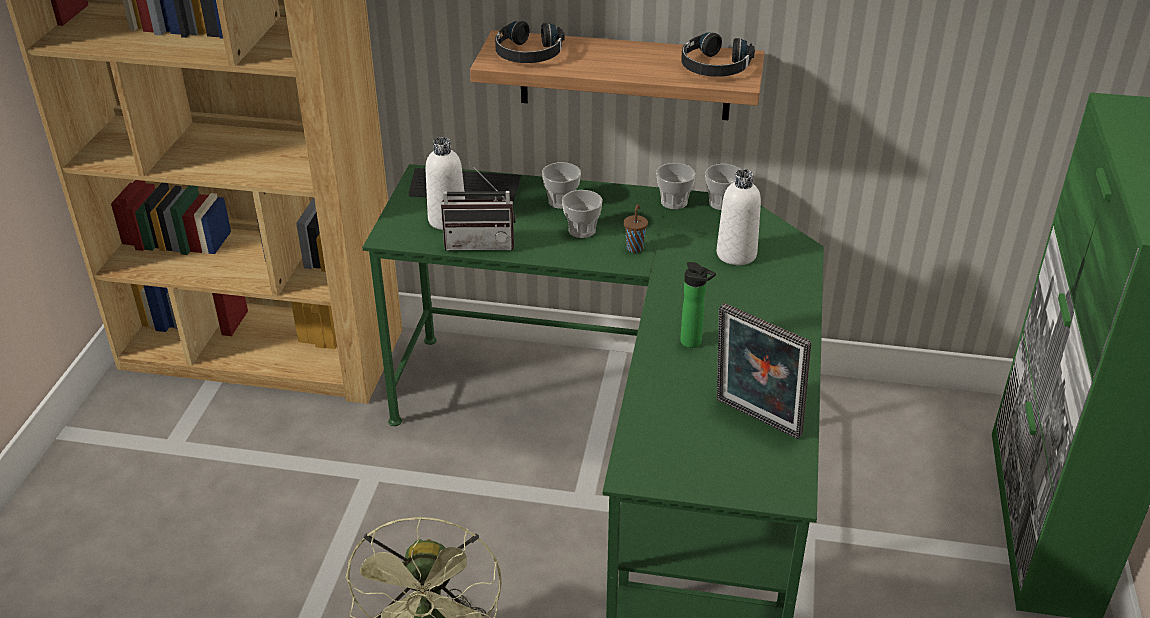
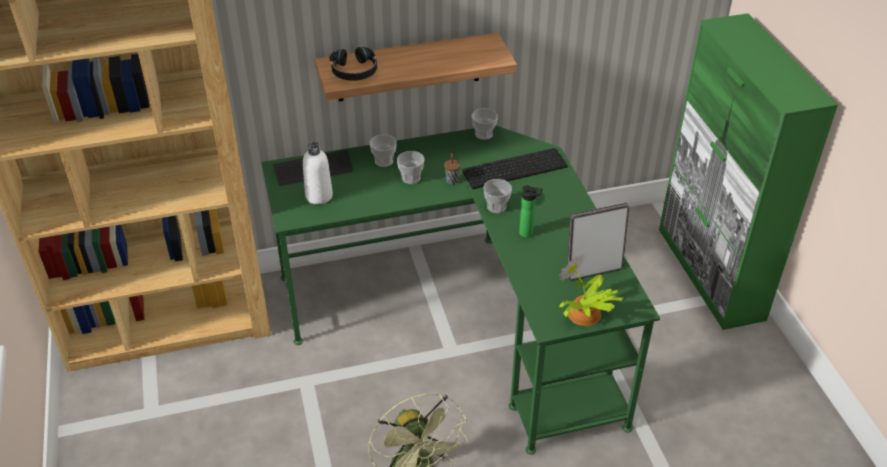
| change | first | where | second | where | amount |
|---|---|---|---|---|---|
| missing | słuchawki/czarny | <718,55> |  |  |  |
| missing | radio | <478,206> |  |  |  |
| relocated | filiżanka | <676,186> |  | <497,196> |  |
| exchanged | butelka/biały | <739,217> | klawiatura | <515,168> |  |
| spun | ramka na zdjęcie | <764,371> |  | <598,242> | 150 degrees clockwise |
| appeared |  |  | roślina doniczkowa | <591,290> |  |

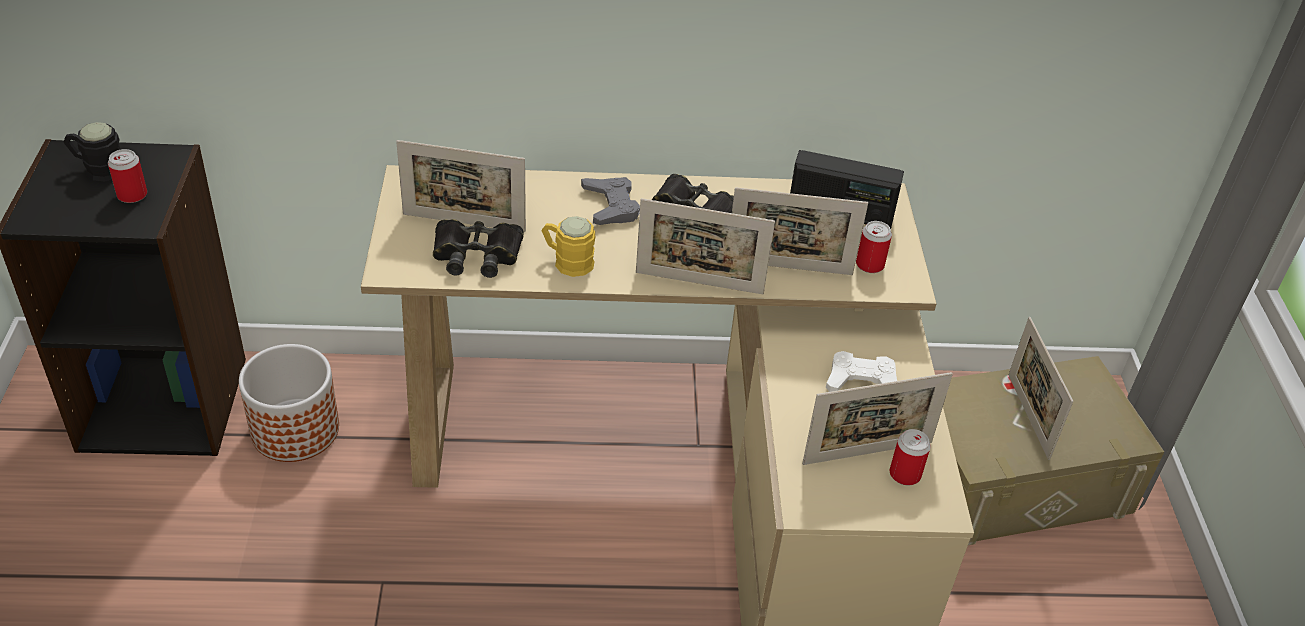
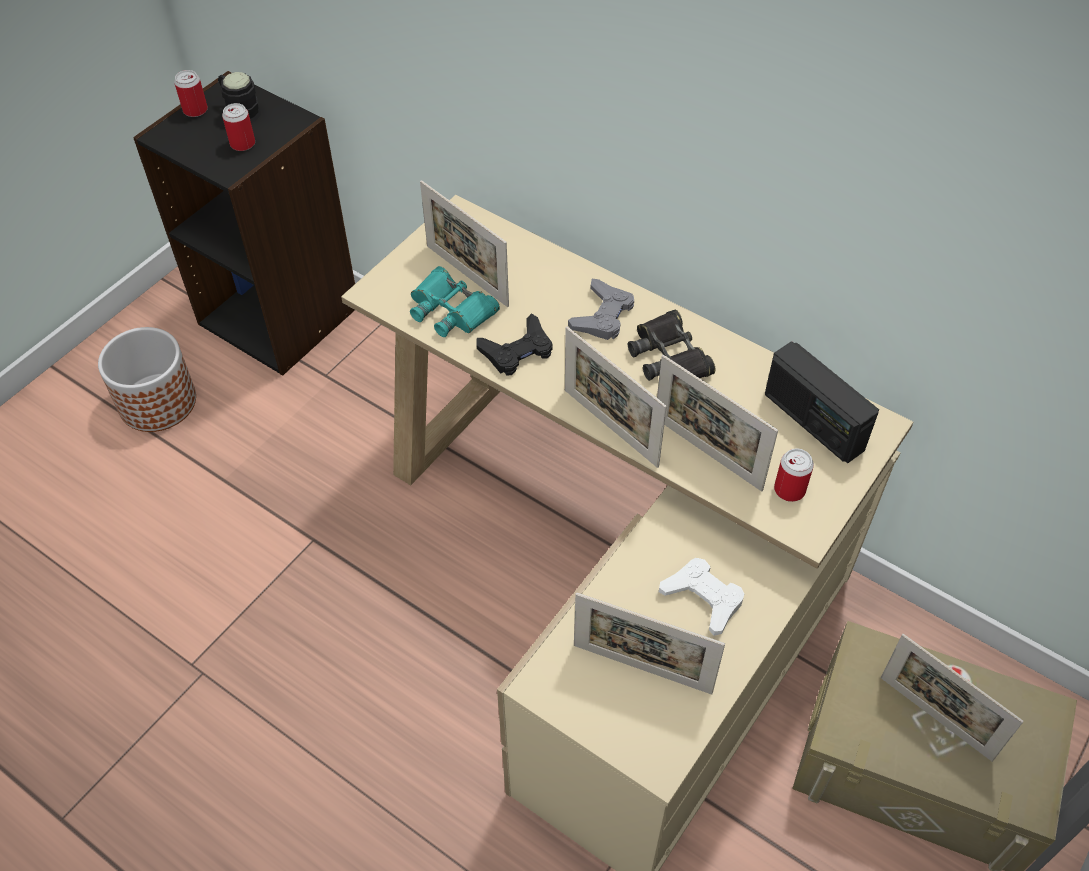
| change | first | where | second | where | amount |
|---|---|---|---|---|---|
| exchanged | kubek/żółty | <568,246> | pad do gier/czarny | <514,344> |  |
| colour | lornetka/czarny | <478,248> | lornetka/turkusowy | <455,301> |  |
| spun | ramka na zdjęcie | <1041,388> |  | <952,698> | 75 degrees counterclockwise |
| relocated | donica | <289,403> |  | <147,379> |  |
| relocated | puszka | <910,457> |  | <191,93> |  |

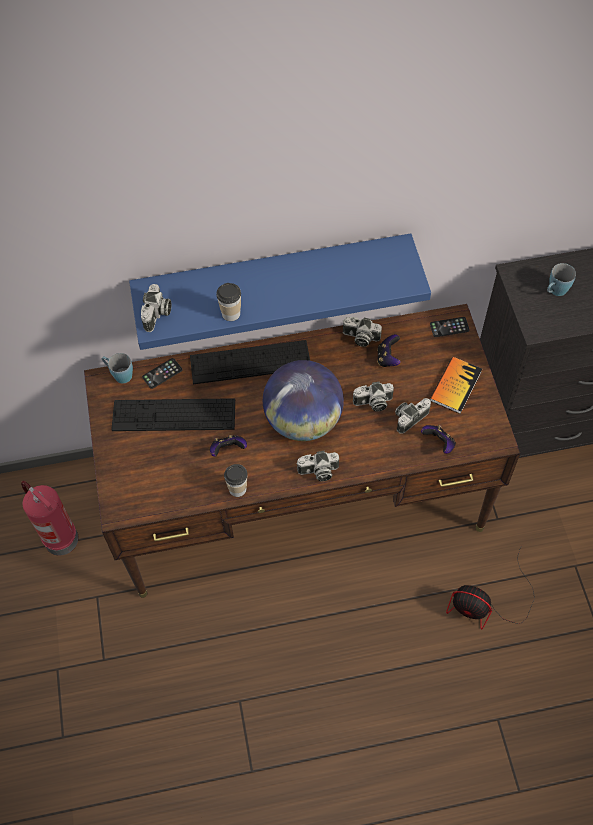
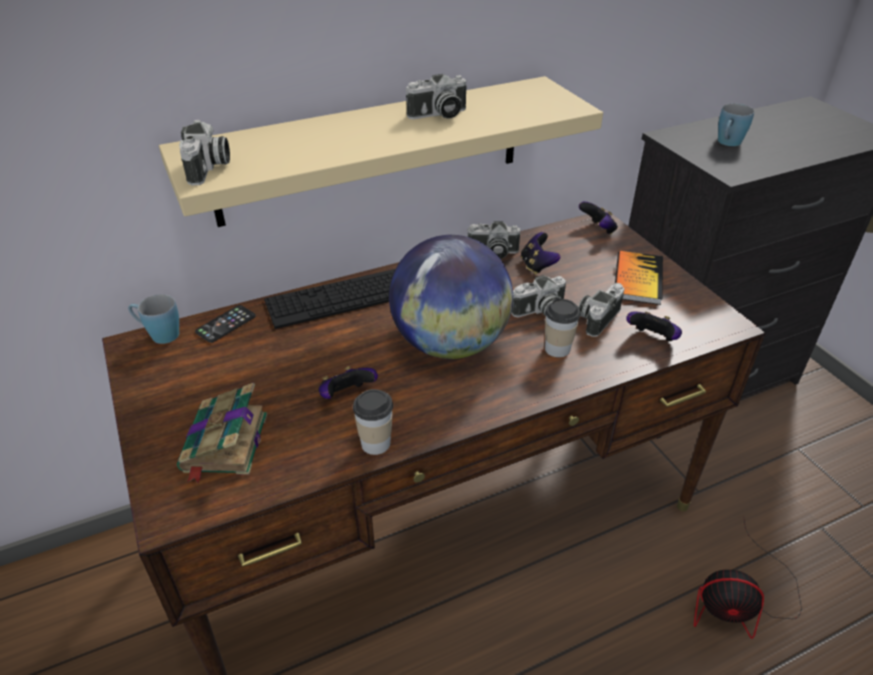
| change | first | where | second | where | amount |
|---|---|---|---|---|---|
| colour | półka/niebieski | <280,291> | półka/beżowy | <381,151> |  |
| relocated | filiżanka | <228,302> |  | <562,327> |  |
| exchanged | telefon | <450,327> | pad do gier | <598,218> |  |
| missing | klawiatura | <173,414> |  |  |  |
| relocated | aparat fotograficzny | <317,466> |  | <436,96> |  |
| missing | gaśnica | <50,518> |  |  |  |
| appeared |  |  | książka | <222,433> |  |

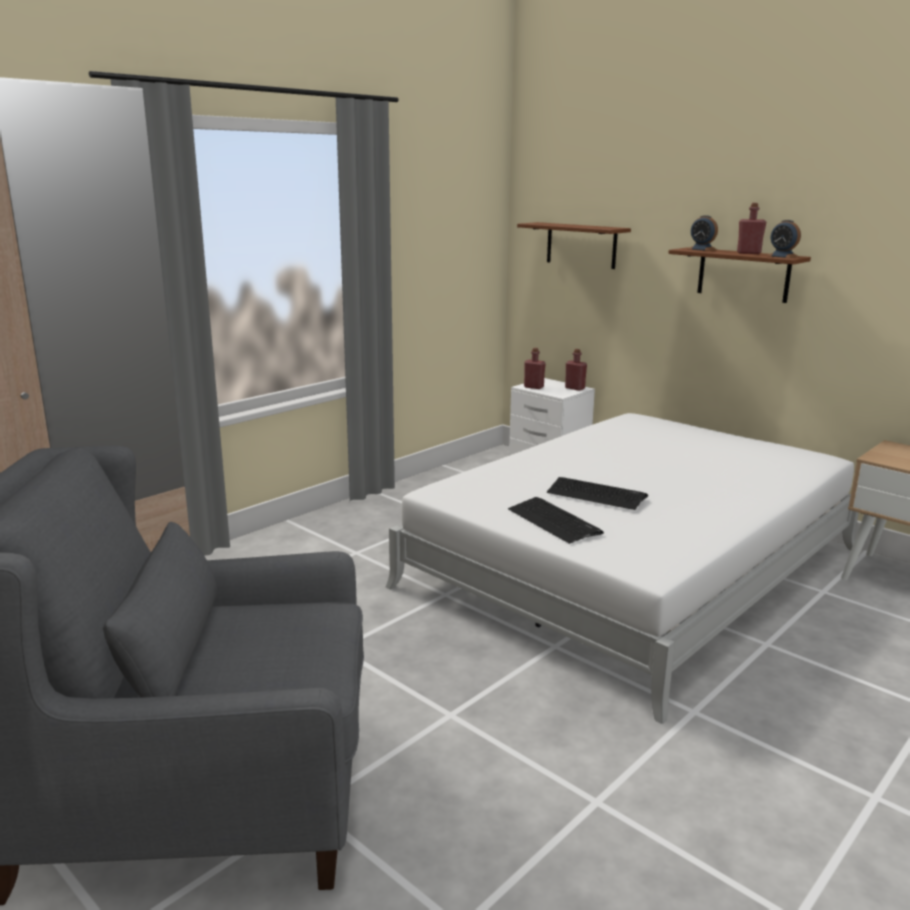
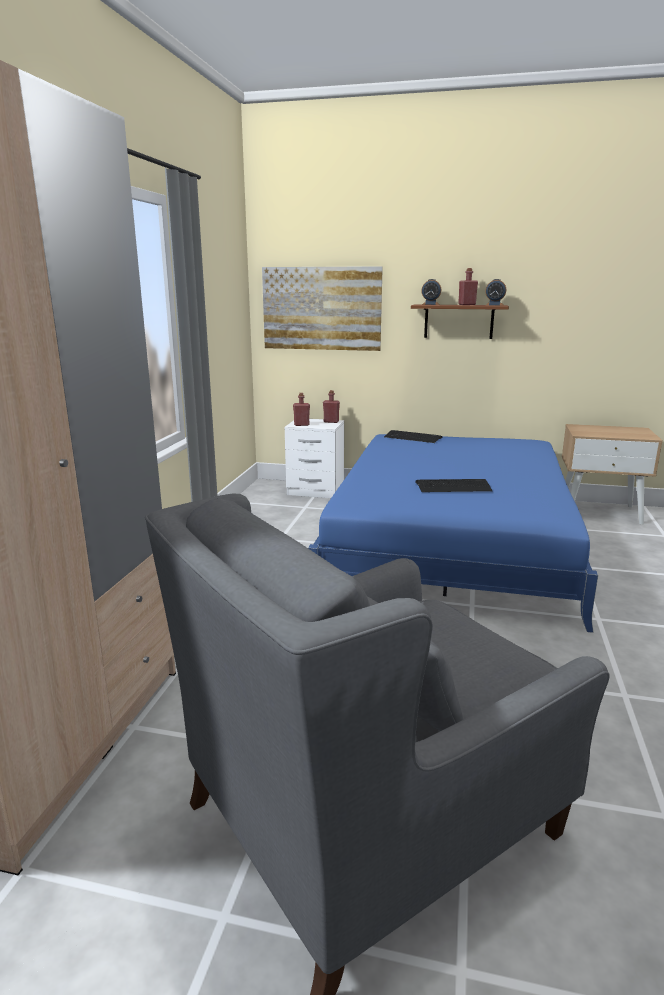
| change | first | where | second | where | amount |
|---|---|---|---|---|---|
| exchanged | półka/brązowy | <574,245> | obraz | <322,308> |  |
| colour | łóżko/biały | <622,568> | łóżko/niebieski | <453,533> |  |
| relocated | klawiatura | <556,520> |  | <413,436> |  |

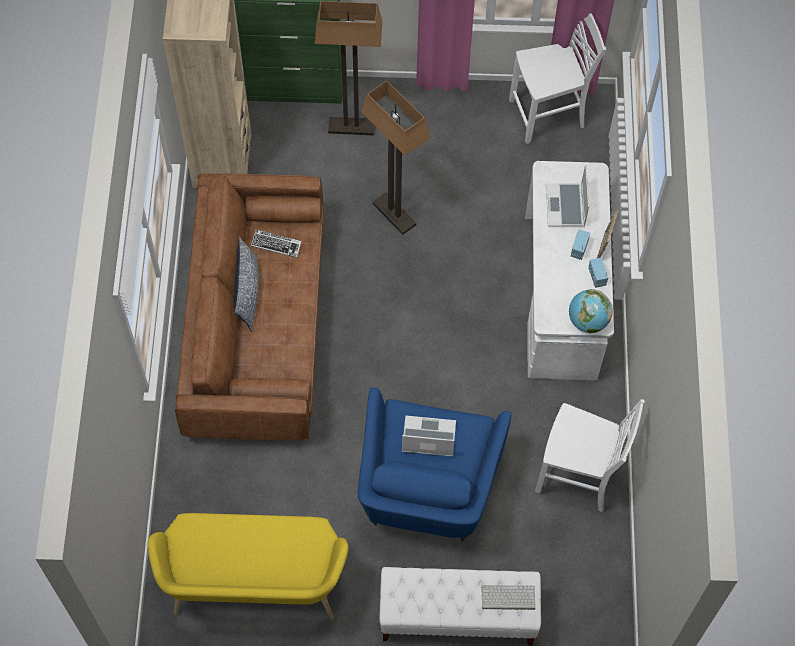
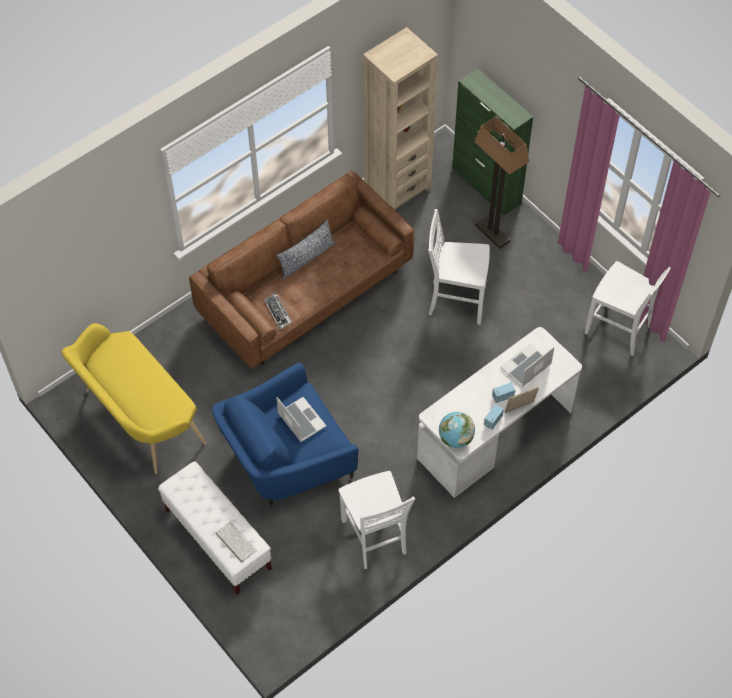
| change | first | where | second | where | amount |
|---|---|---|---|---|---|
| exchanged | lampa stojąca | <395,157> | krzesło/biały | <459,267> |  |
| relocated | klawiatura | <276,243> |  | <278,311> |  |

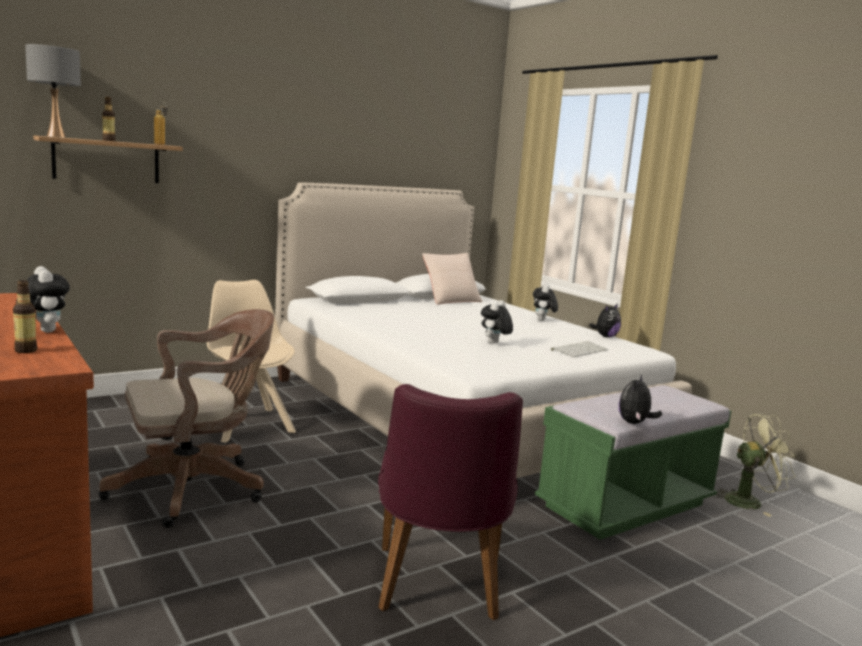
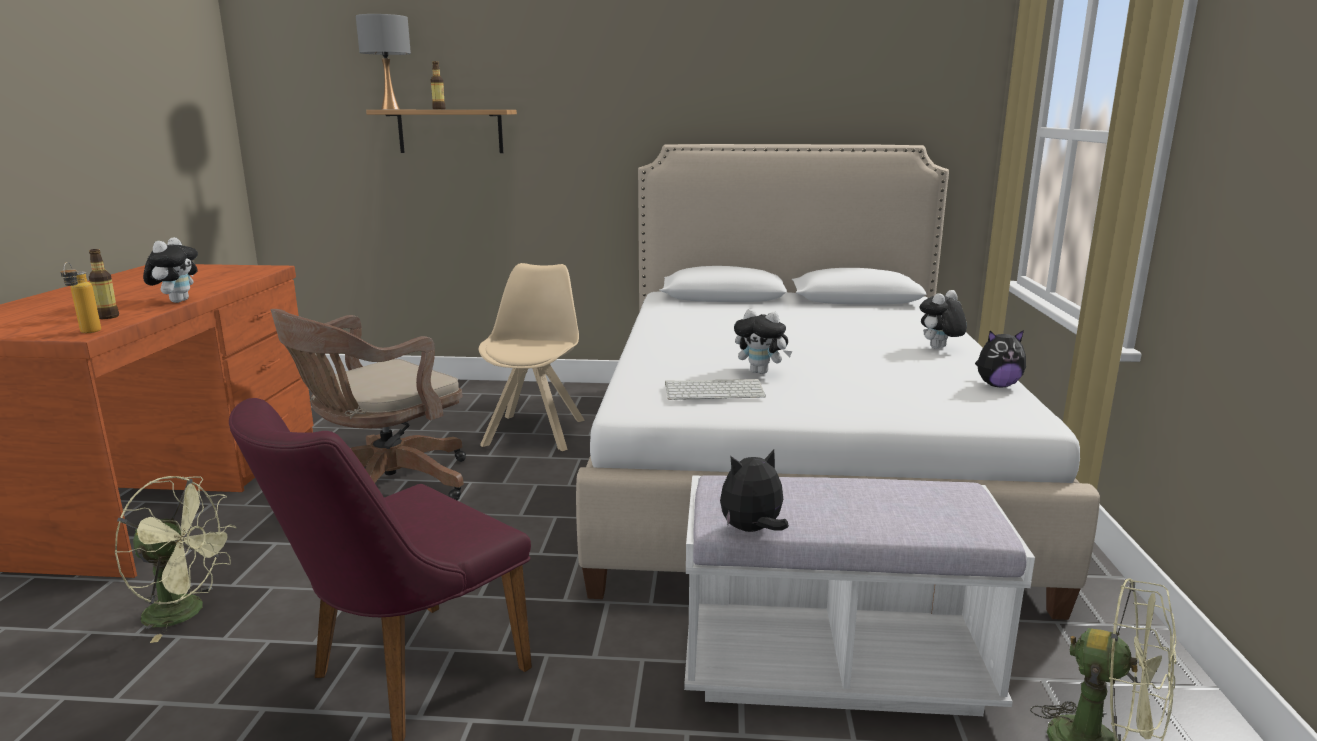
| change | first | where | second | where | amount |
|---|---|---|---|---|---|
| relocated | butelka | <161,123> |  | <80,297> |  |
| missing | poduszka/beżowy | <452,279> |  |  |  |
| spun | pluszak | <497,322> |  | <763,341> | 135 degrees counterclockwise |
| spun | krzesło biurowe/brązowy | <186,418> |  | <368,405> | 120 degrees clockwise |
| relocated | klawiatura | <579,349> |  | <715,389> |  |
| colour | ławka/zielony | <633,462> | ławka/biały | <859,595> |  |
| appeared |  |  | wentylator/zielony | <175,559> |  |

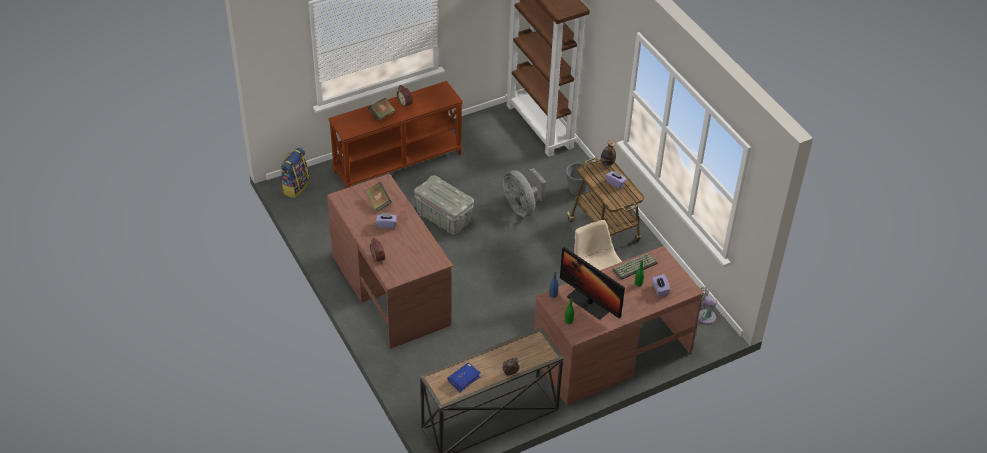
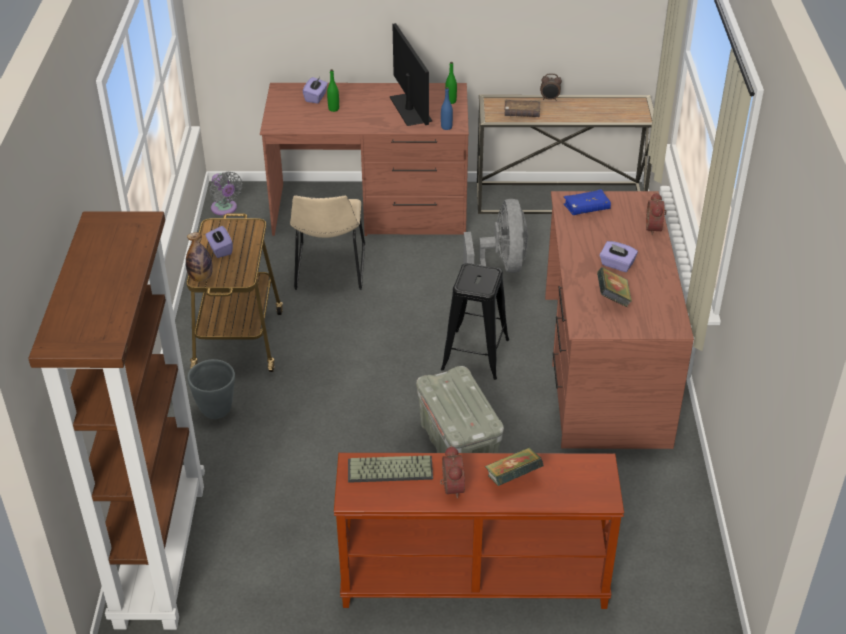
| change | first | where | second | where | amount |
|---|---|---|---|---|---|
| missing | plecak | <295,173> |  |  |  |
| relocated | wentylator/szary | <524,192> |  | <495,236> |  |
| relocated | klawiatura | <635,266> |  | <390,469> |  |
| relocated | książka/niebieski | <464,377> |  | <587,202> |  |
| appeared |  |  | książka/brązowy | <522,108> |  |
| appeared |  |  | stołek/czarny | <475,321> |  |

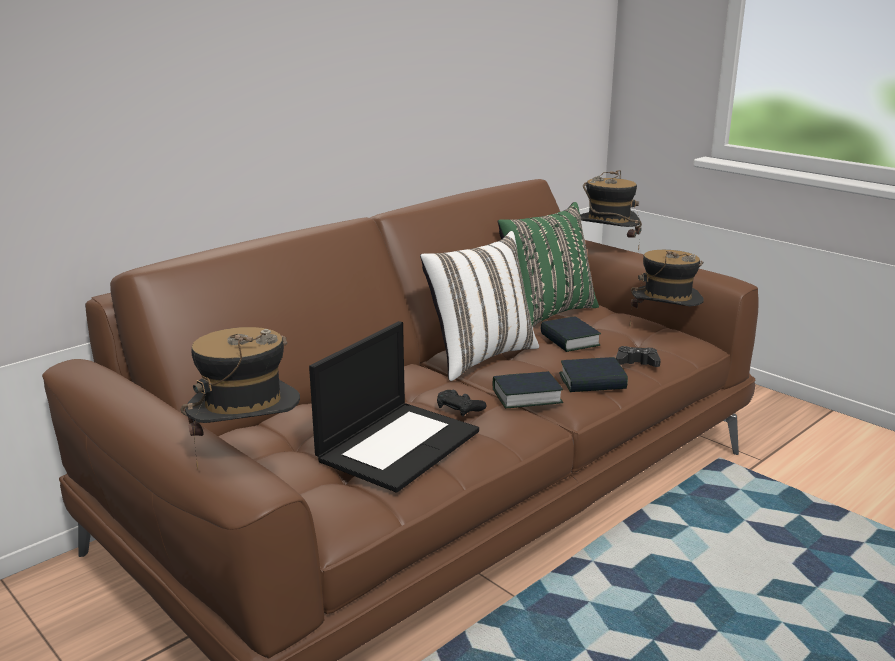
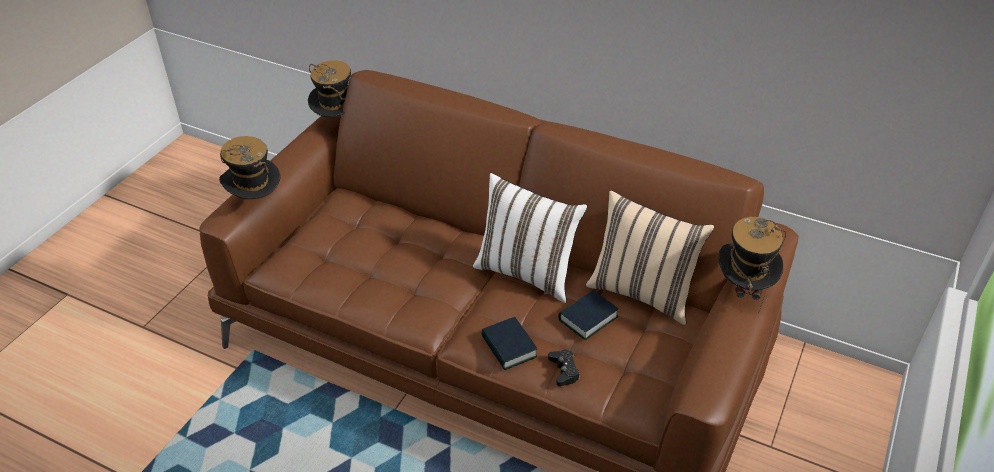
| change | first | where | second | where | amount |
|---|---|---|---|---|---|
| colour | poduszka/zielony | <548,264> | poduszka/beżowy | <650,257> |  |
| relocated | kapelusz | <667,288> |  | <329,88> |  |
| missing | laptop | <394,407> |  |  |  |
| missing | książka | <528,389> |  |  |  |
| missing | pad do gier/czarny | <462,403> |  |  |  |

